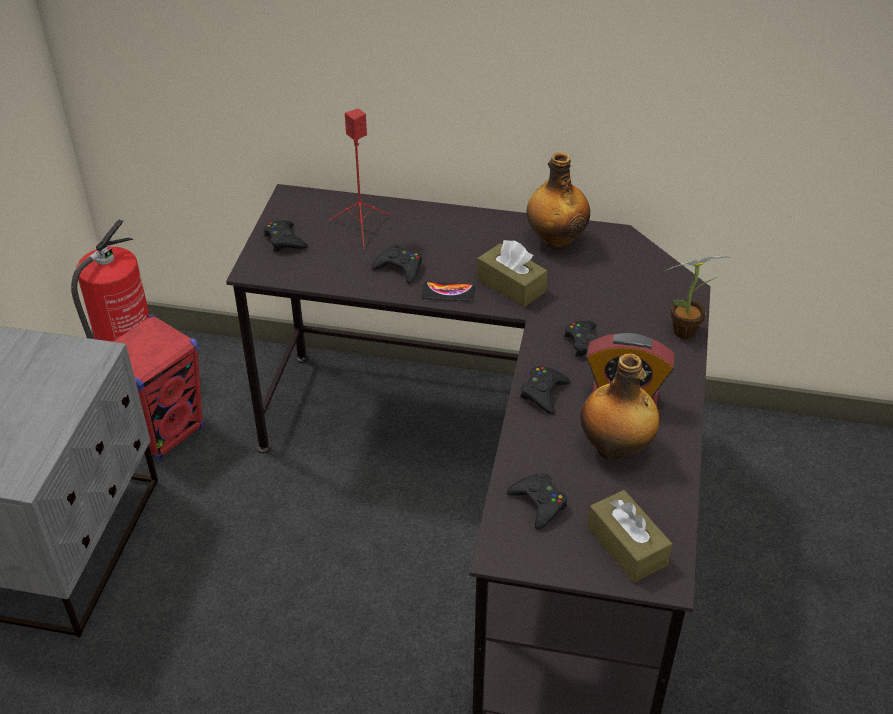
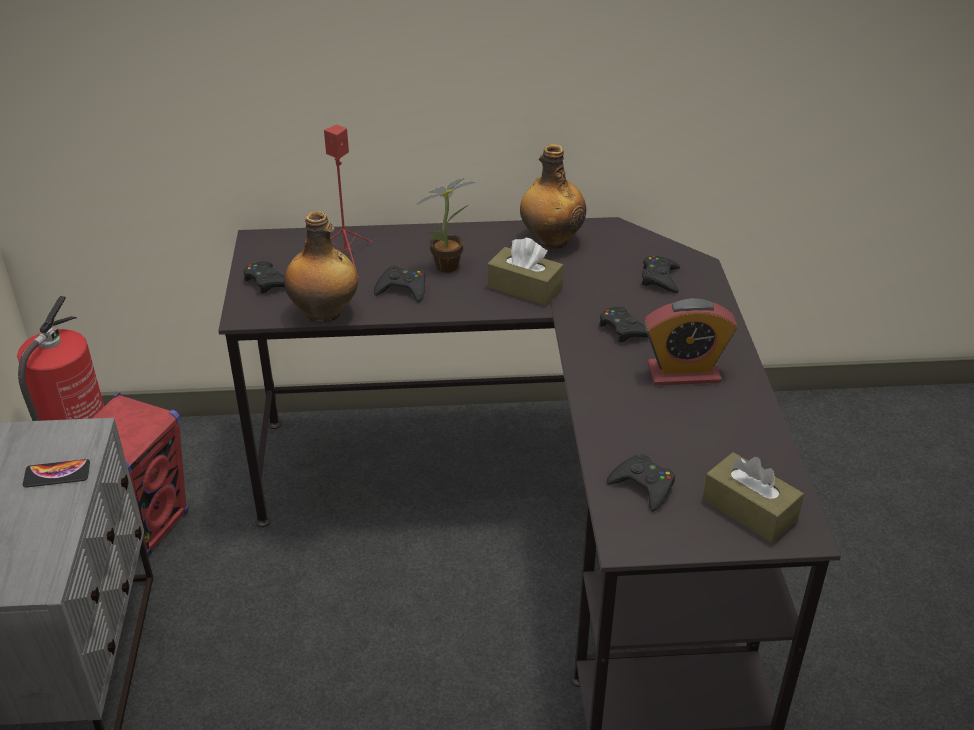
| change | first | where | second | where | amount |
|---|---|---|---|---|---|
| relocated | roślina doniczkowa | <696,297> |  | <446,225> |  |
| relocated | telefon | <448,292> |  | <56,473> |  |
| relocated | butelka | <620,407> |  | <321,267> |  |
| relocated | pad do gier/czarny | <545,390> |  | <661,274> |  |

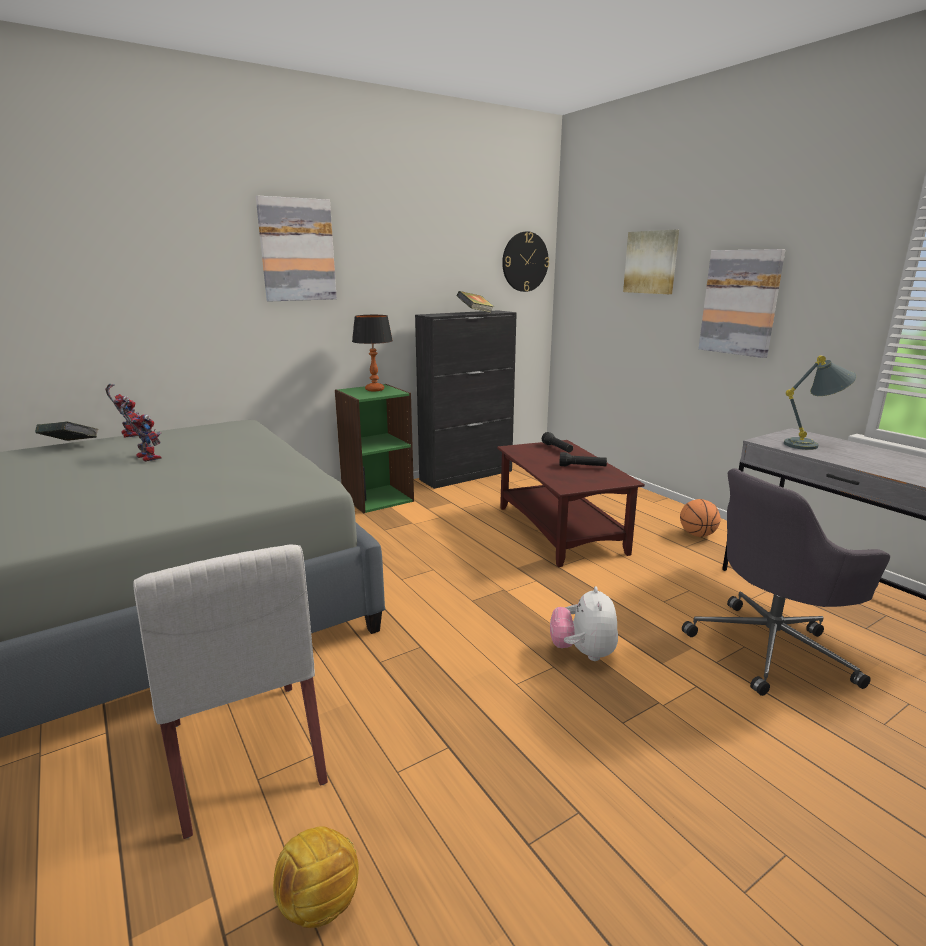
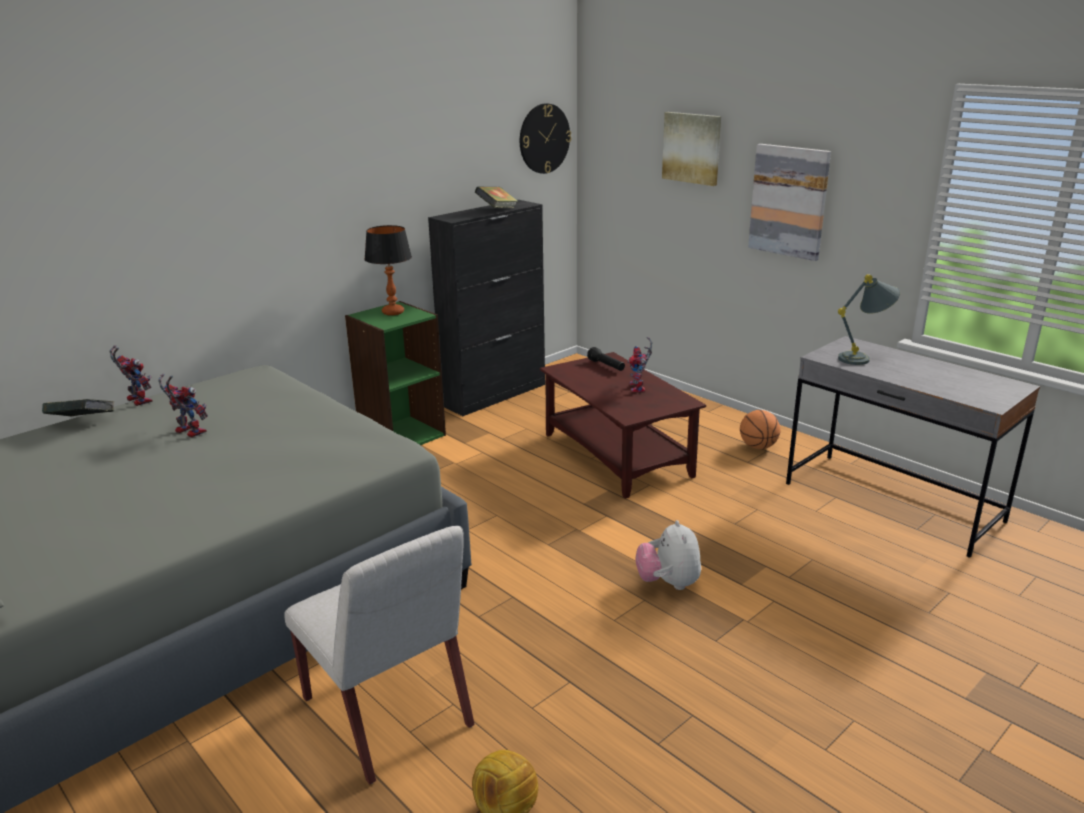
| change | first | where | second | where | amount |
|---|---|---|---|---|---|
| missing | obraz | <296,248> |  |  |  |
| exchanged | latarka/czarny | <583,459> | robot zabawkowy | <639,364> |  |
| missing | krzesło biurowe/szary | <786,582> |  |  |  |

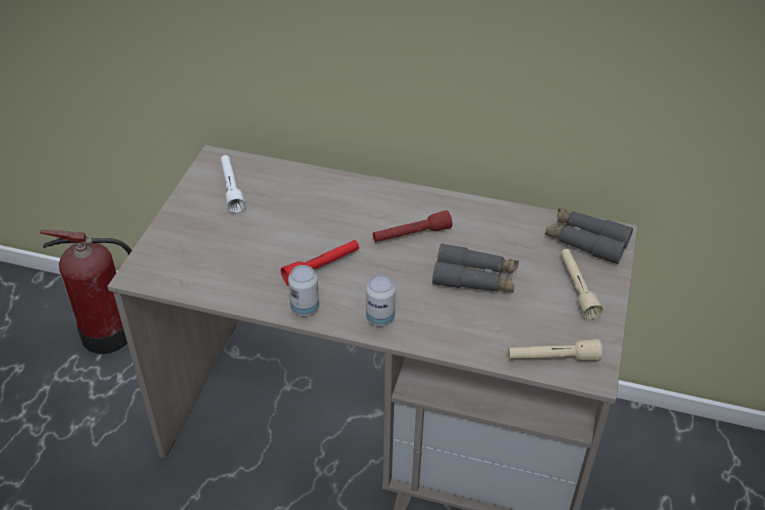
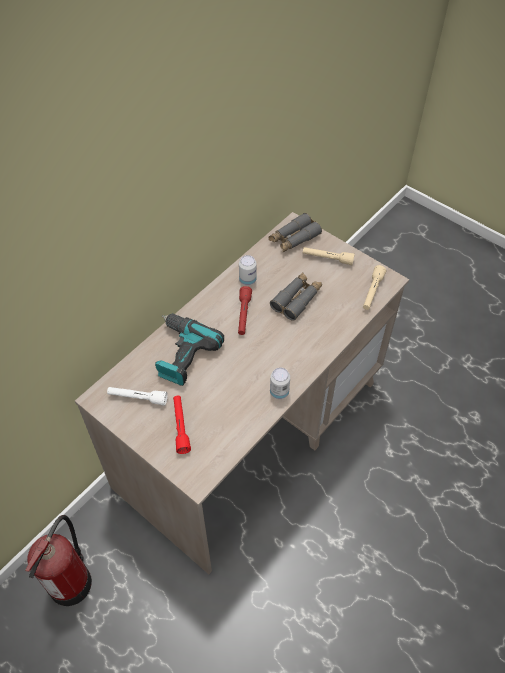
| change | first | where | second | where | amount |
|---|---|---|---|---|---|
| relocated | latarka/czerwony | <320,263> |  | <182,425> |  |
| relocated | puszka | <381,300> |  | <248,270> |  |
| appeared |  |  | wiertarka | <189,349> |  |

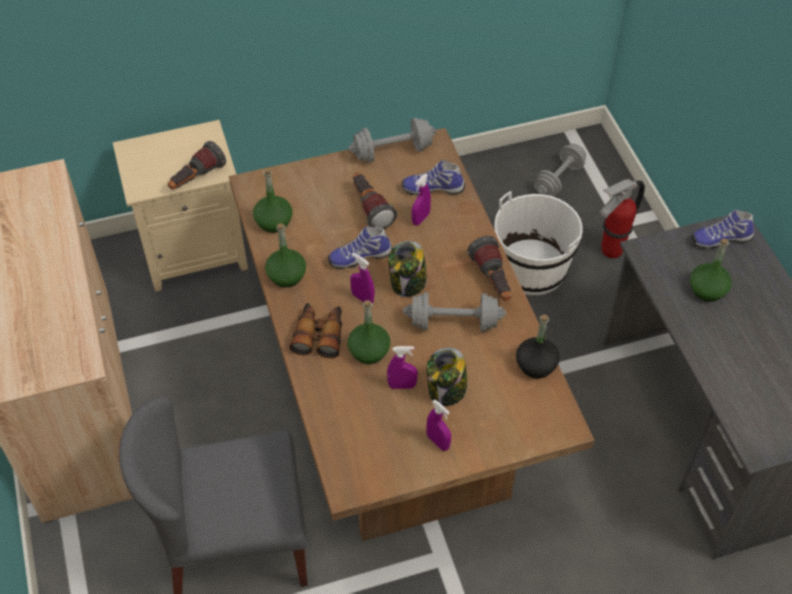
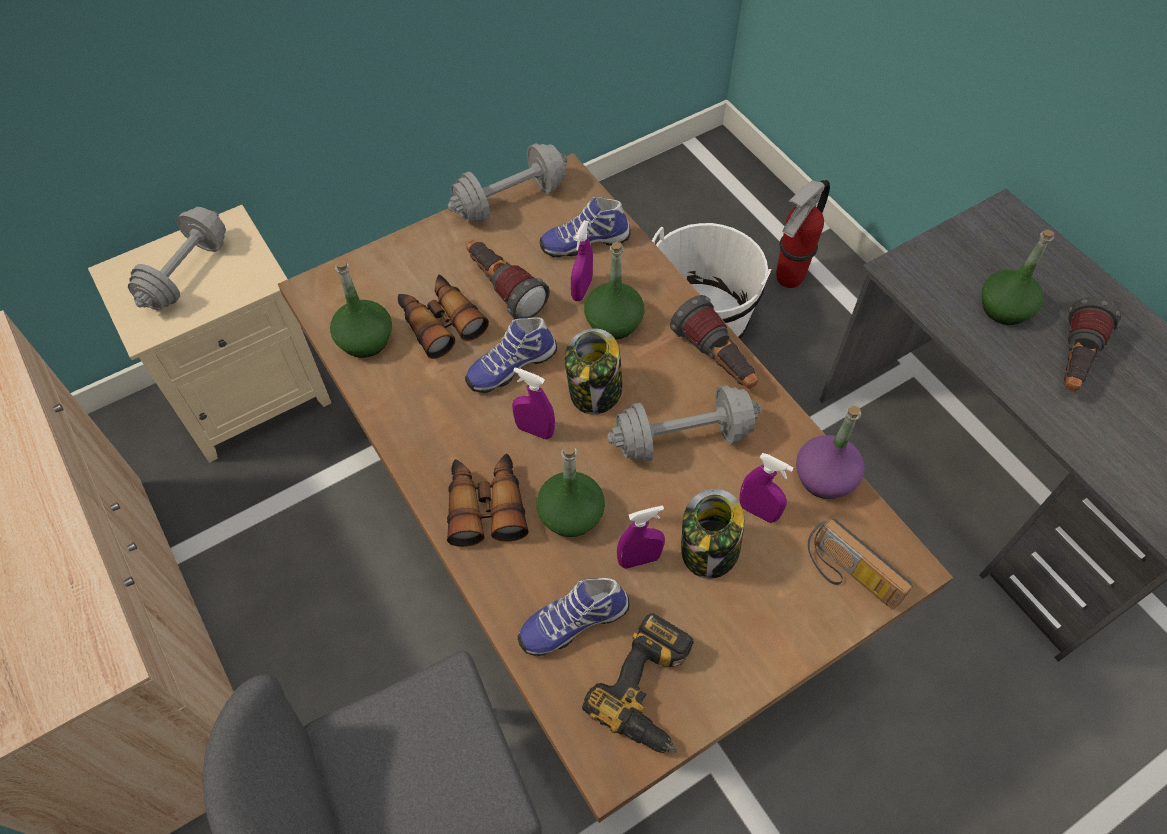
| change | first | where | second | where | amount |
|---|---|---|---|---|---|
| relocated | latarka | <197,165> |  | <1092,344> |  |
| relocated | hantel/szary | <560,170> |  | <177,258> |  |
| relocated | but | <723,229> |  | <574,617> |  |
| relocated | butelka/zielony | <285,255> |  | <614,291> |  |
| colour | butelka/czarny | <538,347> | butelka/fioletowy | <830,452> |  |
| relocated | spryskiwacz/fioletowy | <438,425> |  | <766,488> |  |
| appeared |  |  | lornetka | <443,316> |  |
| appeared |  |  | radio | <860,564> |  |
| appeared |  |  | wiertarka | <638,683> |  |

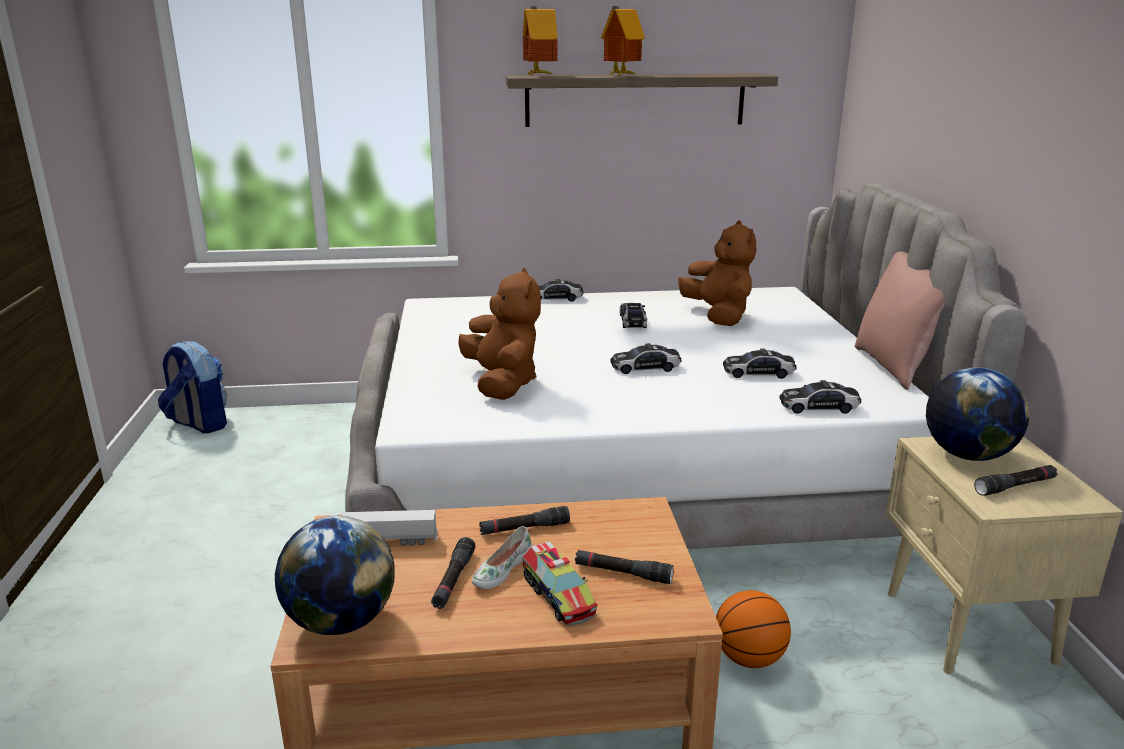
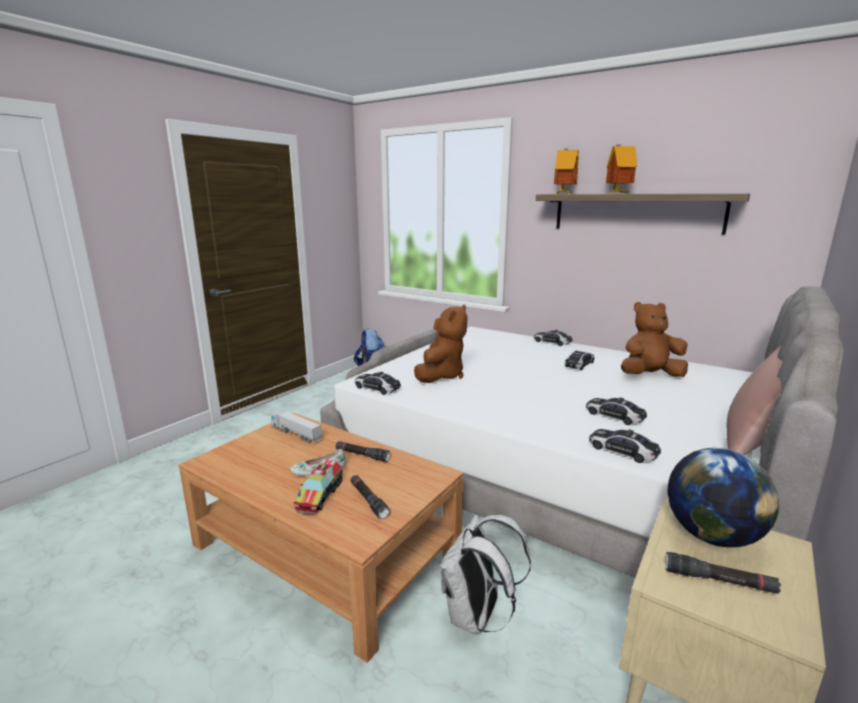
| change | first | where | second | where | amount |
|---|---|---|---|---|---|
| spun | pluszak/brązowy | <717,273> |  | <654,339> | 120 degrees counterclockwise |
| relocated | samochodzik | <646,358> |  | <378,383> |  |
| missing | globus | <335,575> |  |  |  |
| missing | latarka/czarny | <453,573> |  |  |  |
| exchanged | piłka do koszykówki | <753,629> | plecak/biały | <485,575> |  |

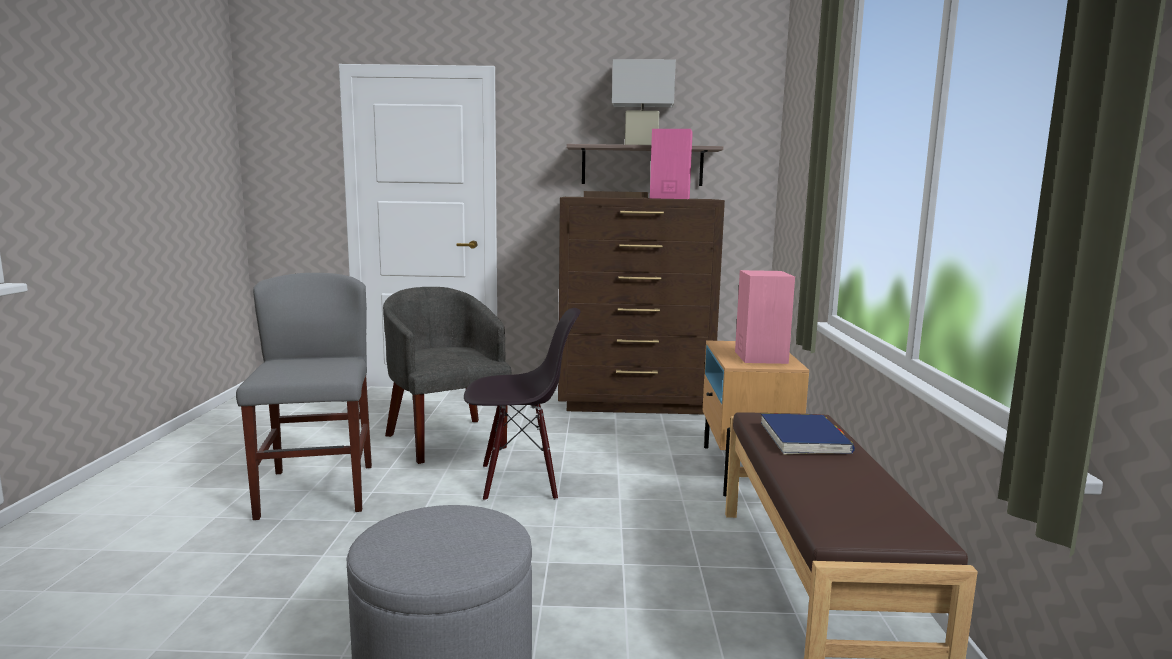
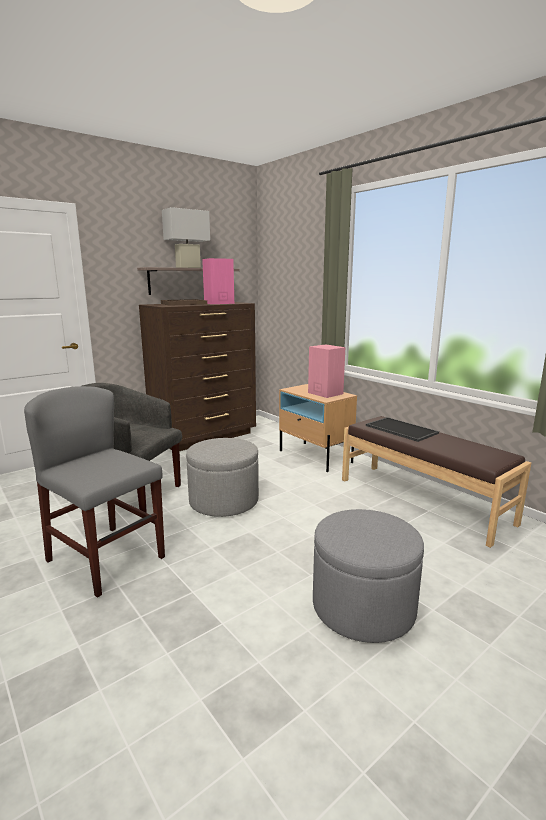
| change | first | where | second | where | amount |
|---|---|---|---|---|---|
| exchanged | krzesło/czarny | <522,404> | pufa/szary | <222,477> |  |
| exchanged | książka/niebieski | <808,434> | taca | <402,429> |  |

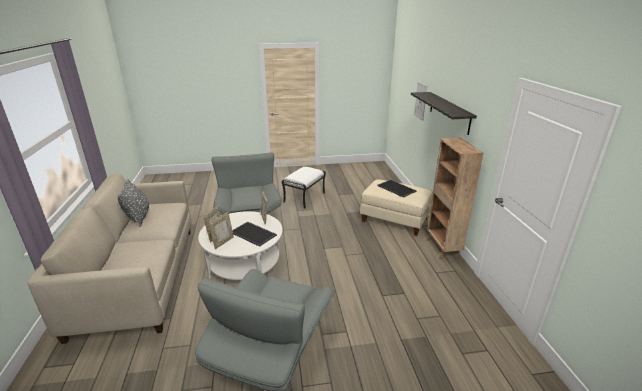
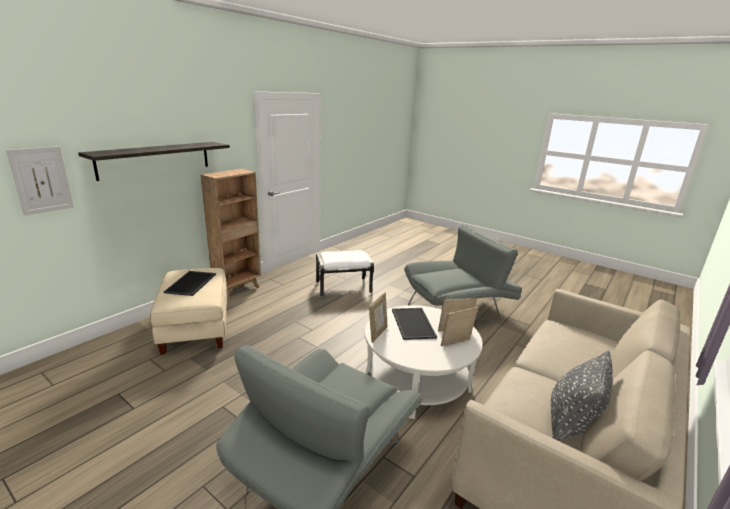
| change | first | where | second | where | amount |
|---|---|---|---|---|---|
| relocated | pufa/biały | <304,187> |  | <345,273> |  |

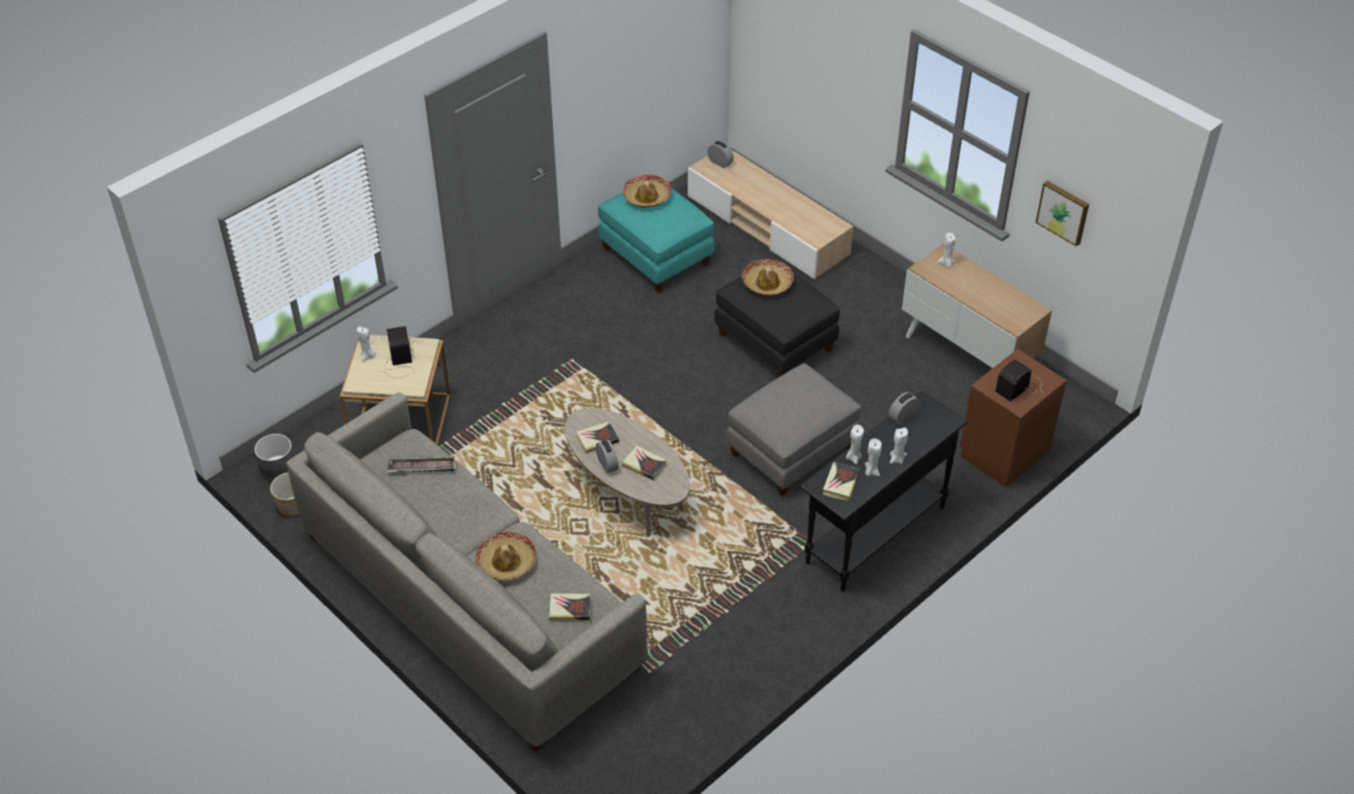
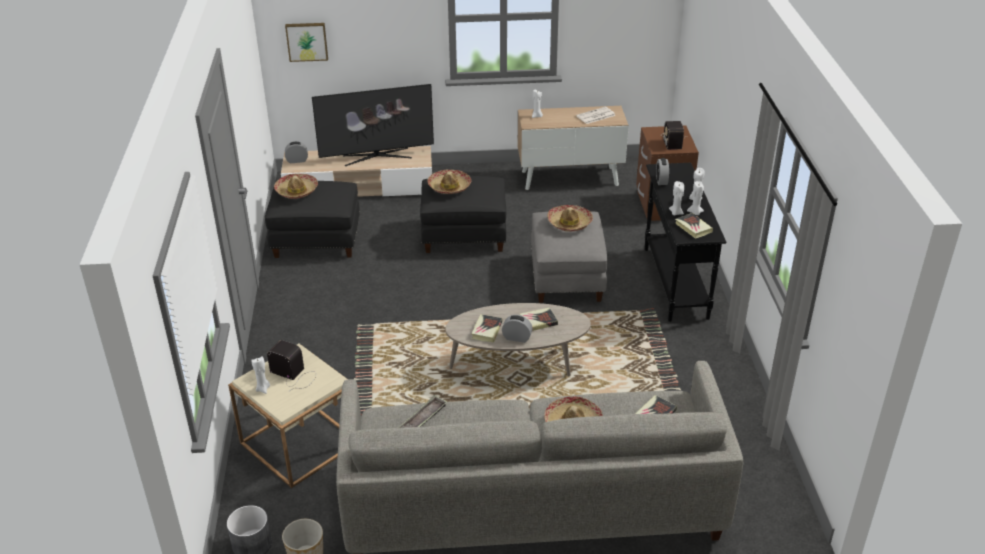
| change | first | where | second | where | amount |
|---|---|---|---|---|---|
| relocated | obraz | <1062,214> |  | <306,42> |  |
| colour | pufa/turkusowy | <656,241> | pufa/czarny | <312,219> |  |
| appeared |  |  | telewizor | <373,125> |  |
| appeared |  |  | gazeta | <596,115> |  |
| appeared |  |  | kapelusz | <570,218> |  |

